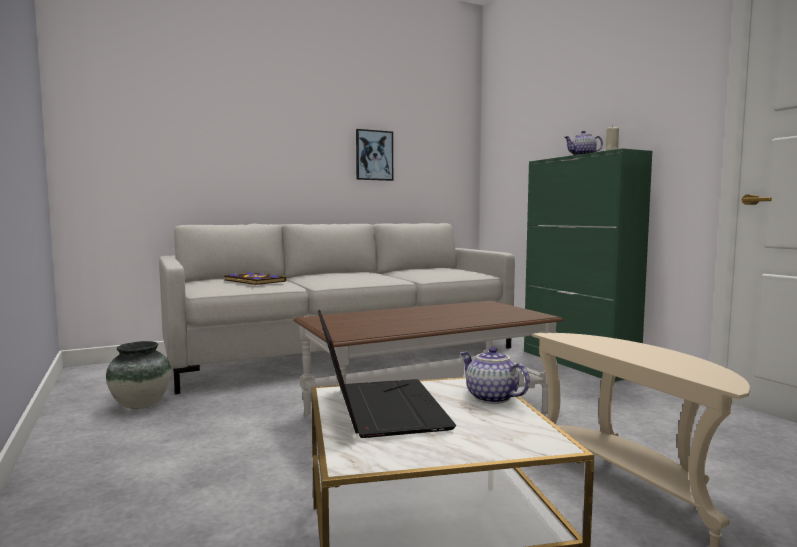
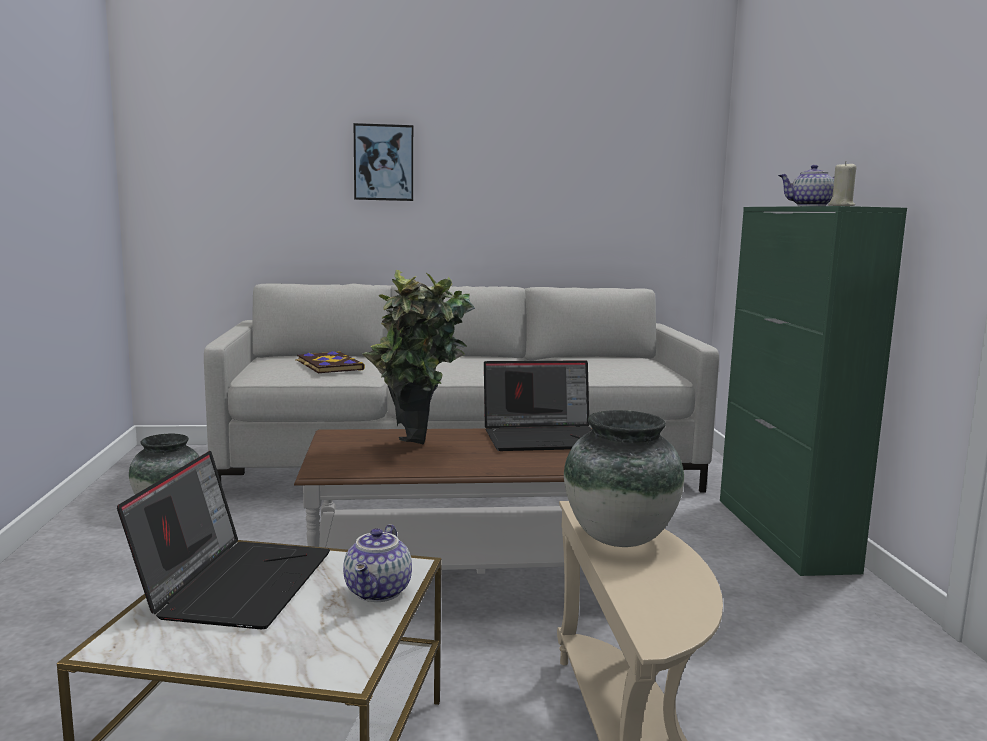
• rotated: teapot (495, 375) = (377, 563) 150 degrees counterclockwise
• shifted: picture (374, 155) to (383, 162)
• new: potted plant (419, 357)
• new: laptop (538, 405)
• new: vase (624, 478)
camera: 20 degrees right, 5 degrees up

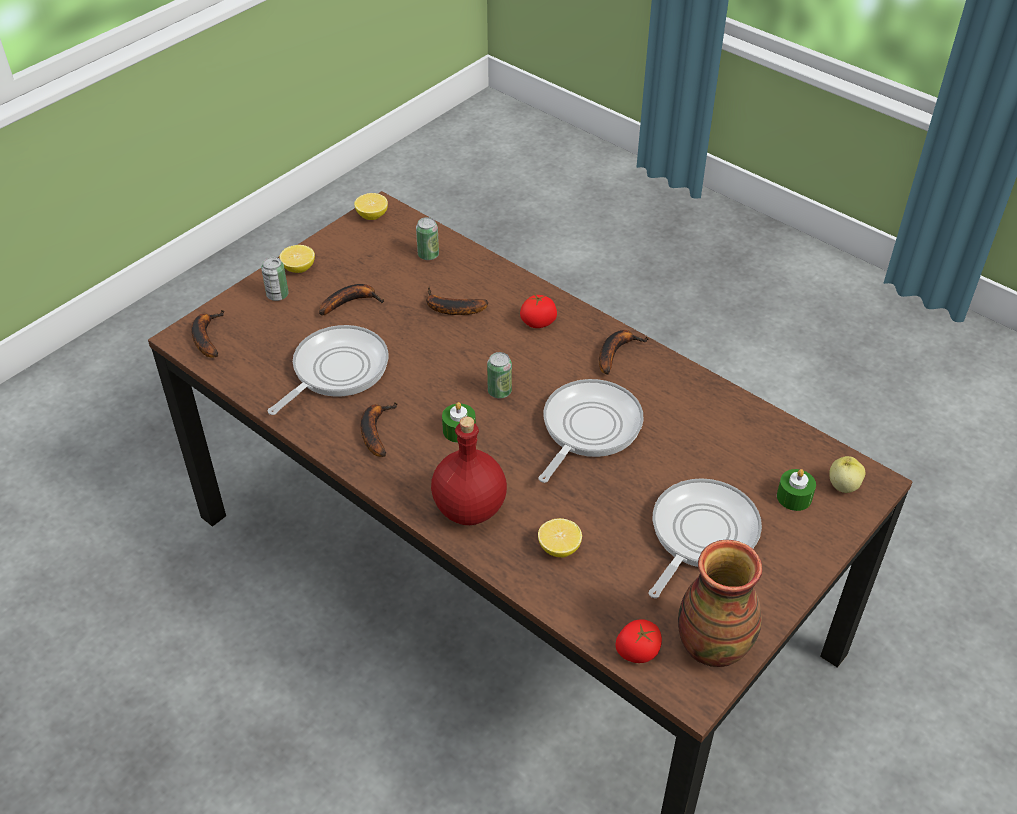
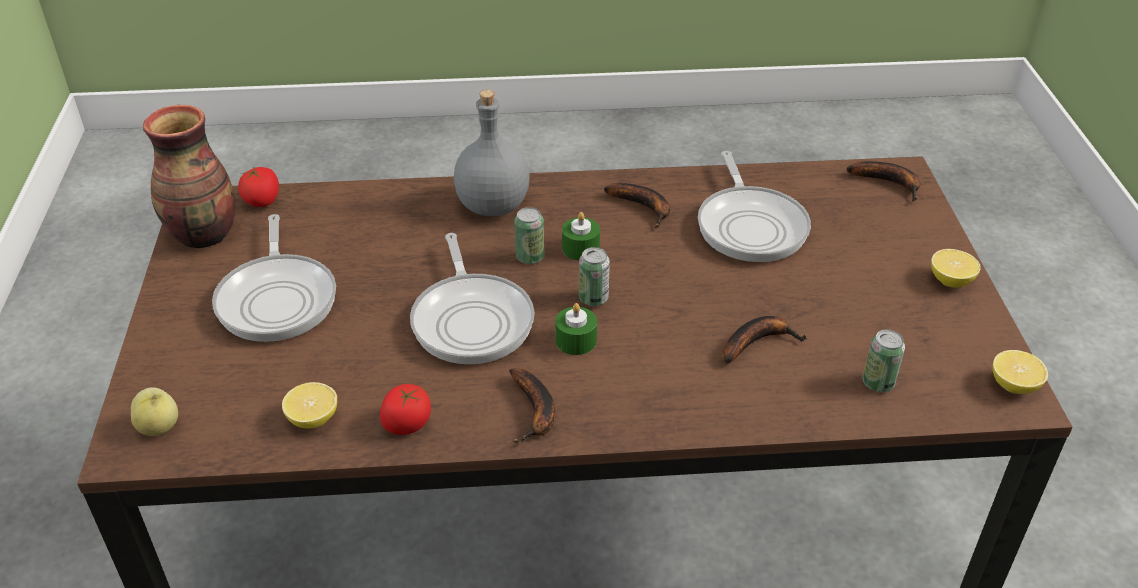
• shifted: lemon (560, 538) to (309, 405)
• shifted: tomato (538, 310) to (405, 409)
• repainted: red bottle (469, 471) to grey bottle (491, 153)
• shifted: can (275, 279) to (529, 235)
• shifted: green candle (796, 490) to (576, 329)
• gone: banana (351, 300)
camera: 135 degrees right, 5 degrees down

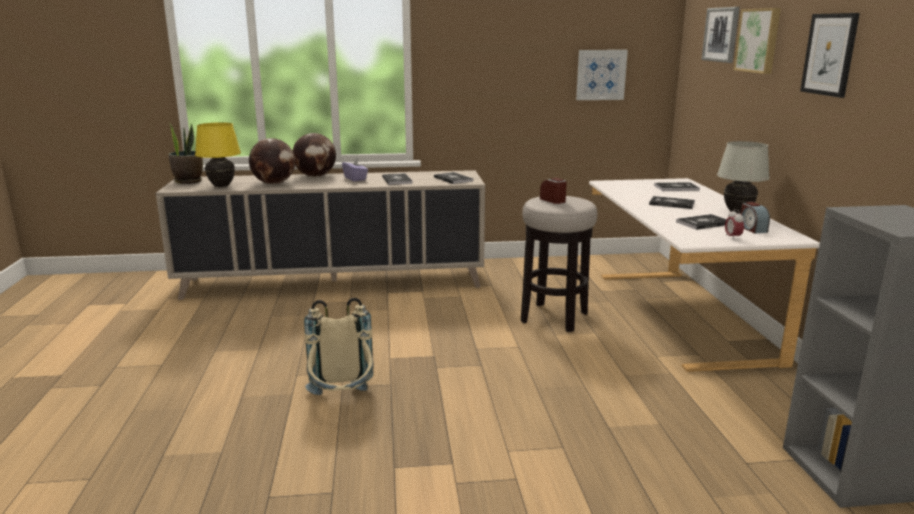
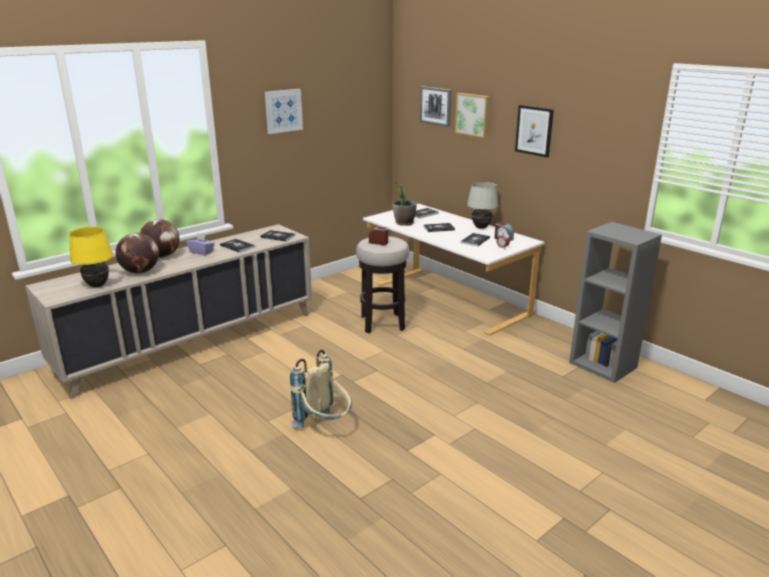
• shifted: picture (602, 75) to (284, 111)
• shifted: potted plant (186, 153) to (405, 203)
camera: 35 degrees left, 5 degrees up

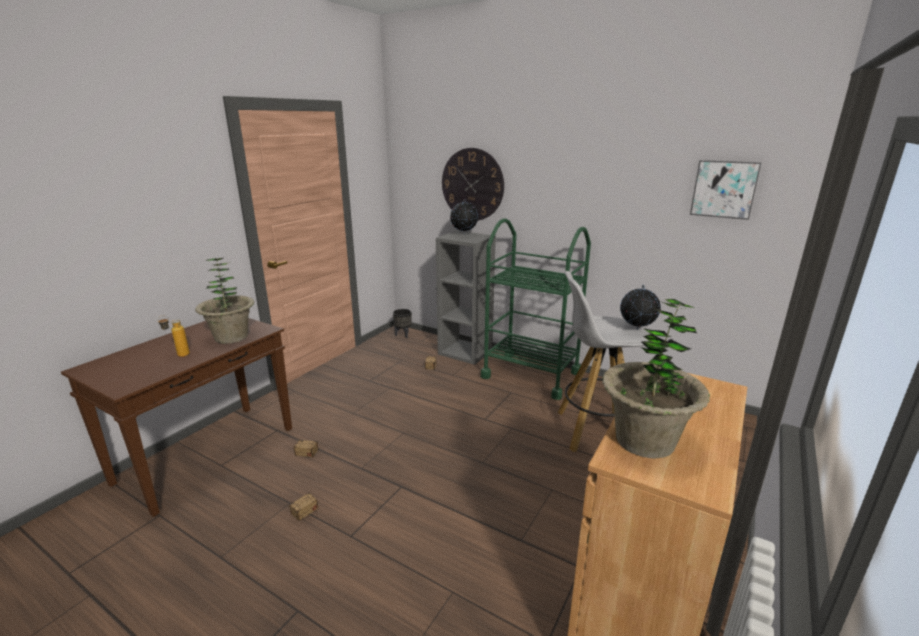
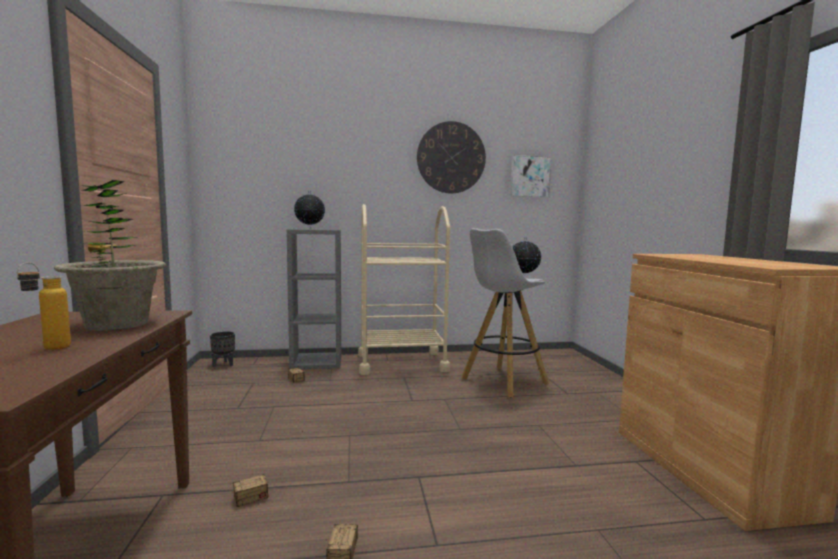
• repainted: green cart (536, 309) to beige cart (404, 289)
• shifted: wall clock (473, 184) to (451, 157)
• gone: potted plant (656, 379)
camera: 40 degrees left, 15 degrees down

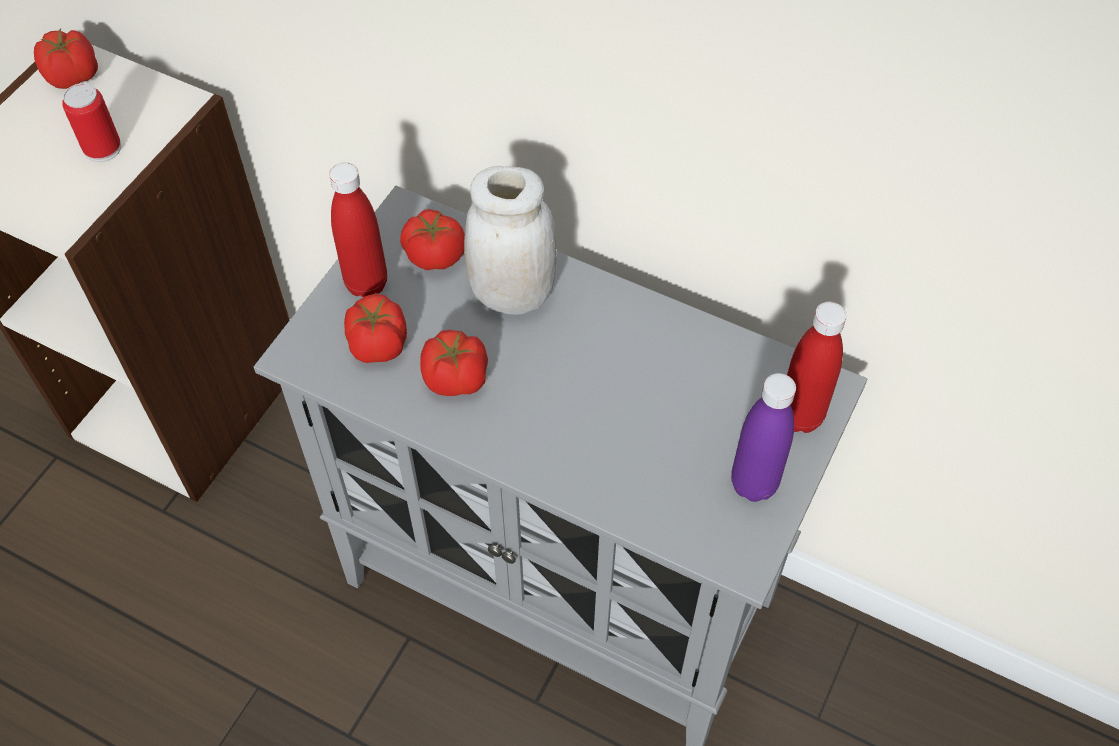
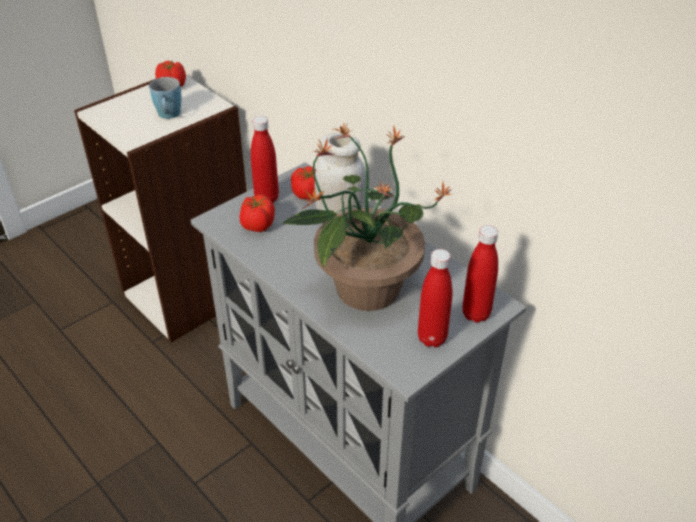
• swapped: can (91, 122) to blue mug (165, 98)
• new: potted plant (367, 216)
• repainted: purple bottle (763, 437) to red bottle (435, 298)
• gone: tomato (454, 363)
camera: 20 degrees right, 15 degrees down

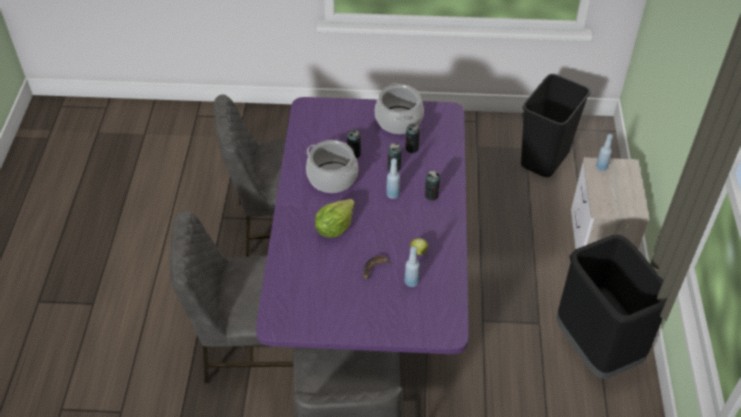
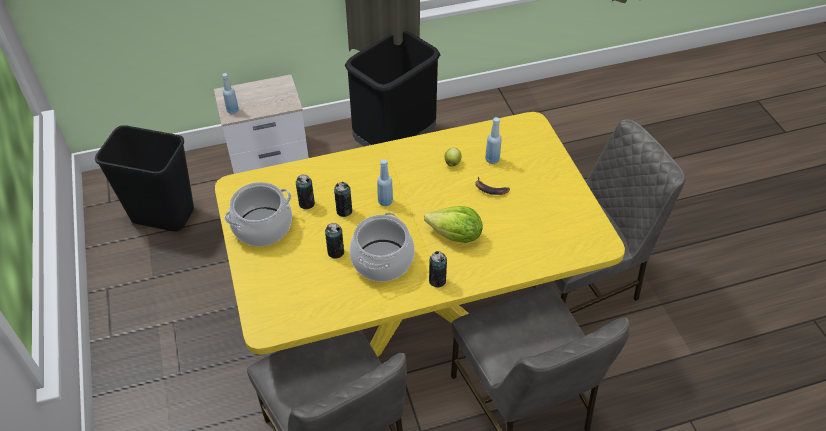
• repainted: purple dining table (362, 225) to yellow dining table (420, 234)
• shifted: can (432, 185) to (438, 269)
camera: 110 degrees left, 0 degrees up

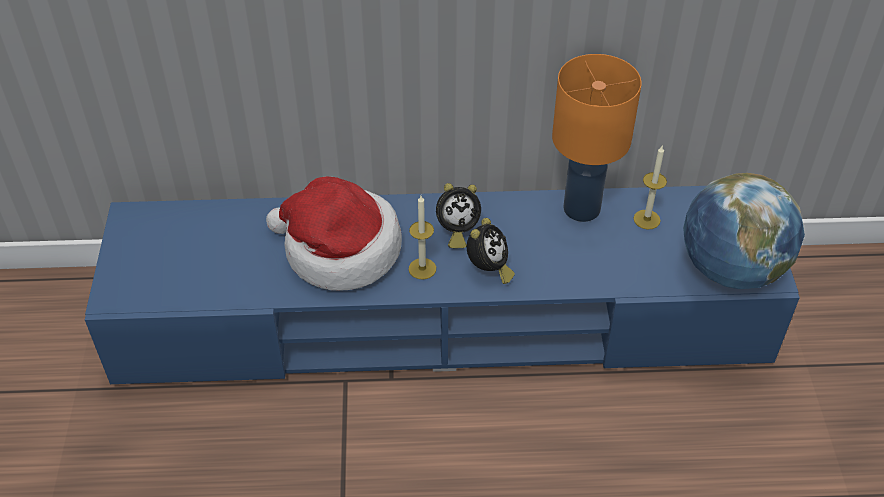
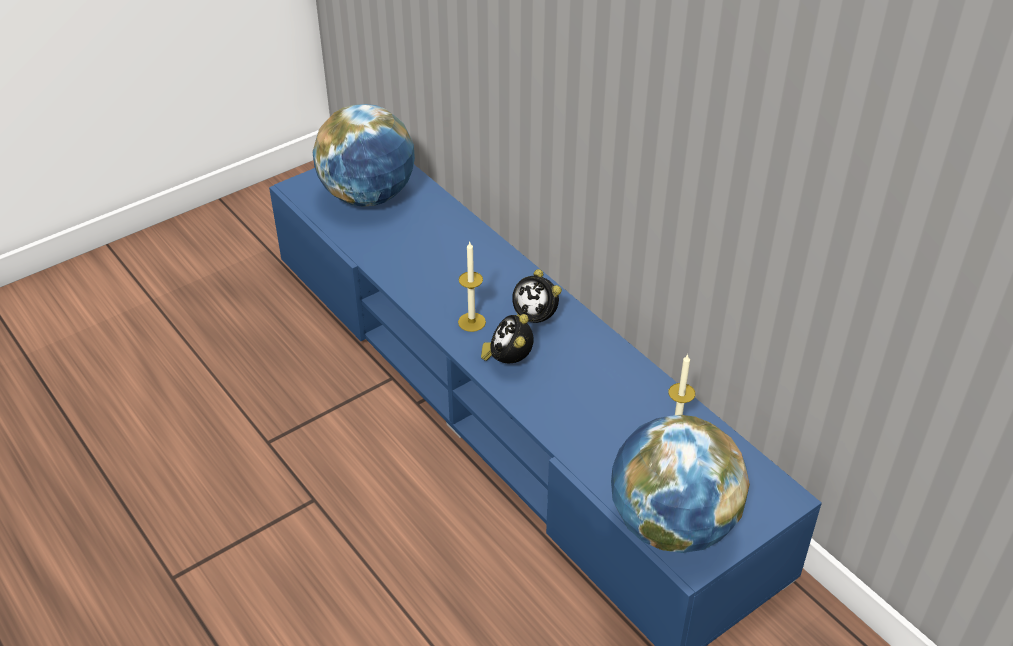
• new: globe (363, 155)
• rotated: alarm clock (491, 251) = (507, 338) 105 degrees clockwise
• gone: hat (334, 233)
• gone: orange table lamp (597, 138)
camera: 55 degrees right, 5 degrees down

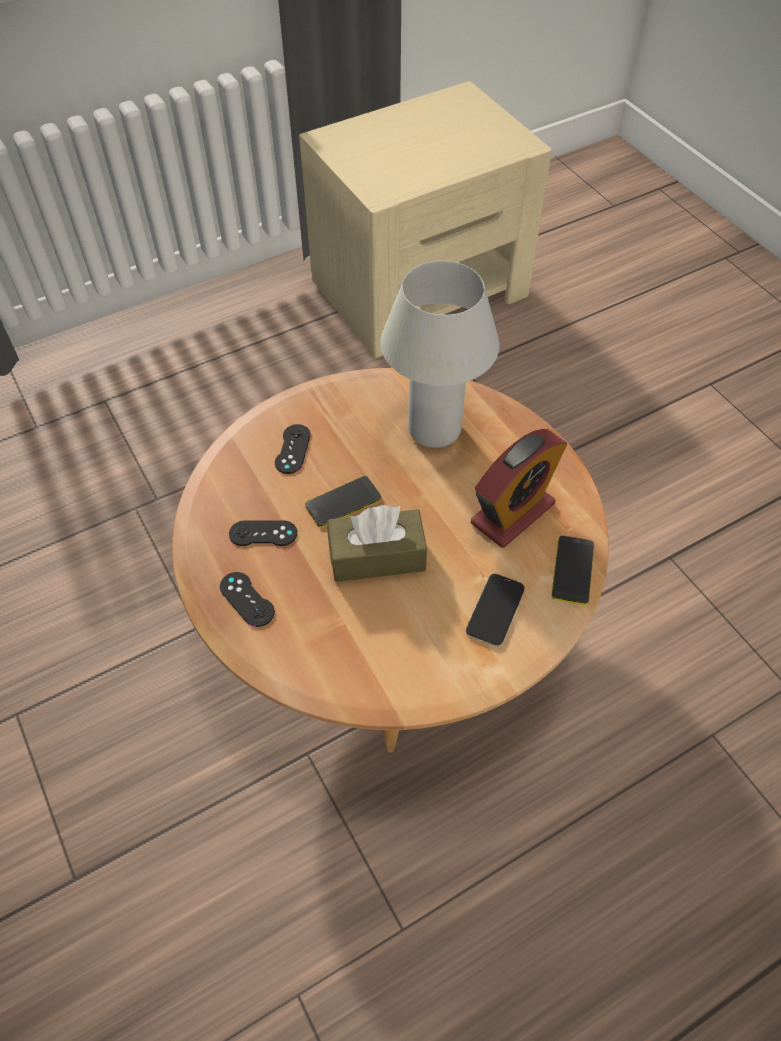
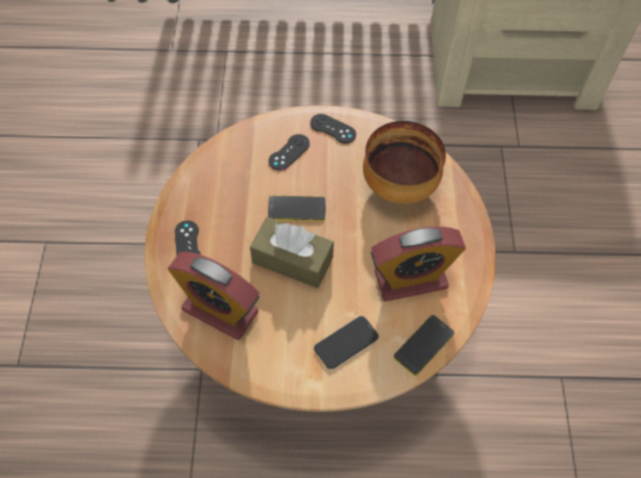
• new: alarm clock (214, 296)
• shifted: black game controller (263, 533) to (333, 128)
• swapped: white table lamp (440, 354) to bowl (404, 162)
camera: 30 degrees right, 5 degrees up

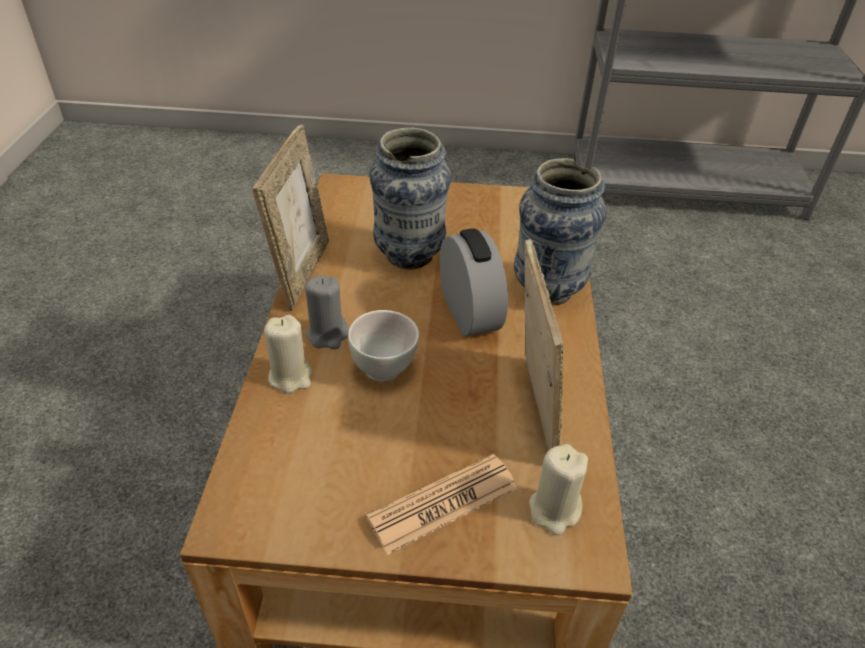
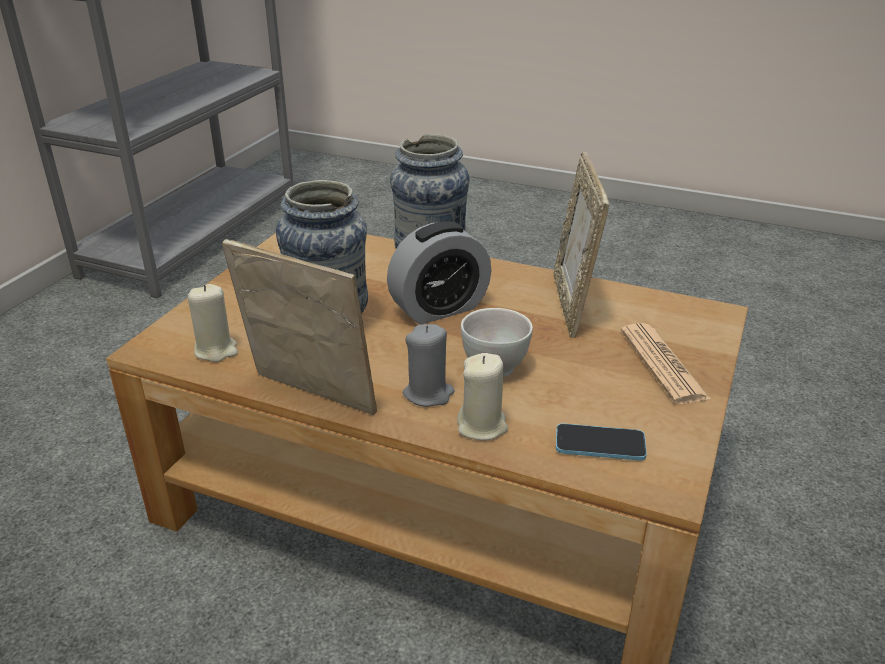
• shifted: beige candle (558, 490) to (213, 323)
• rotated: alarm clock (474, 283) = (439, 273) 150 degrees clockwise
• rotated: picture frame (544, 344) = (581, 245) 105 degrees counterclockwise
• new: phone (601, 441)
camera: 70 degrees left, 10 degrees down

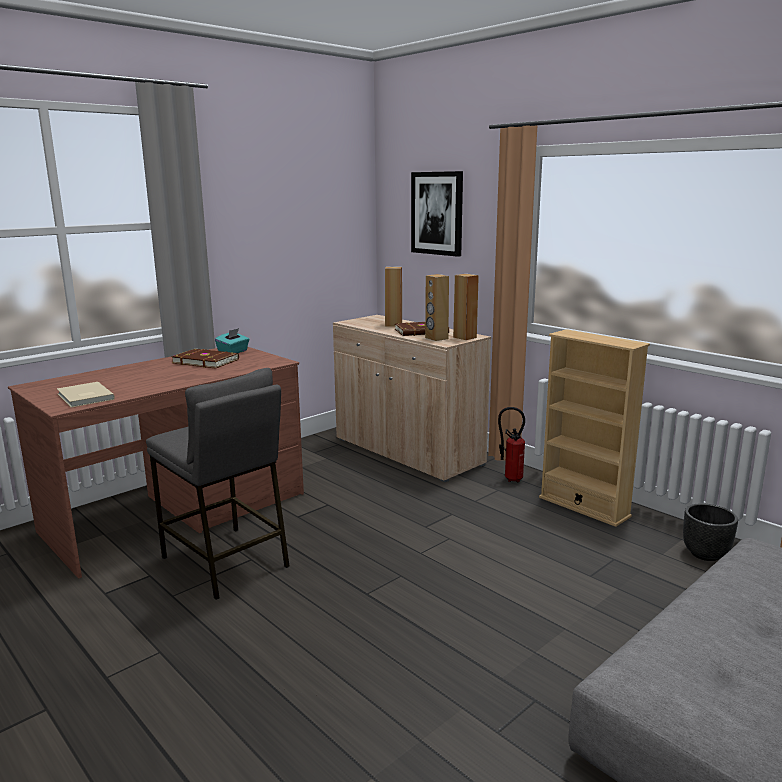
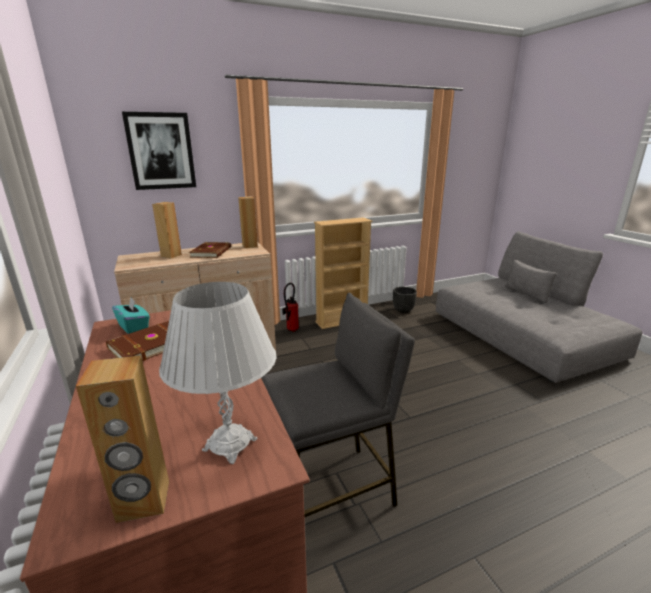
• shifted: brown speaker (437, 307) to (122, 439)
• swapped: beige book (86, 394) to white table lamp (218, 373)
camera: 70 degrees left, 5 degrees up

